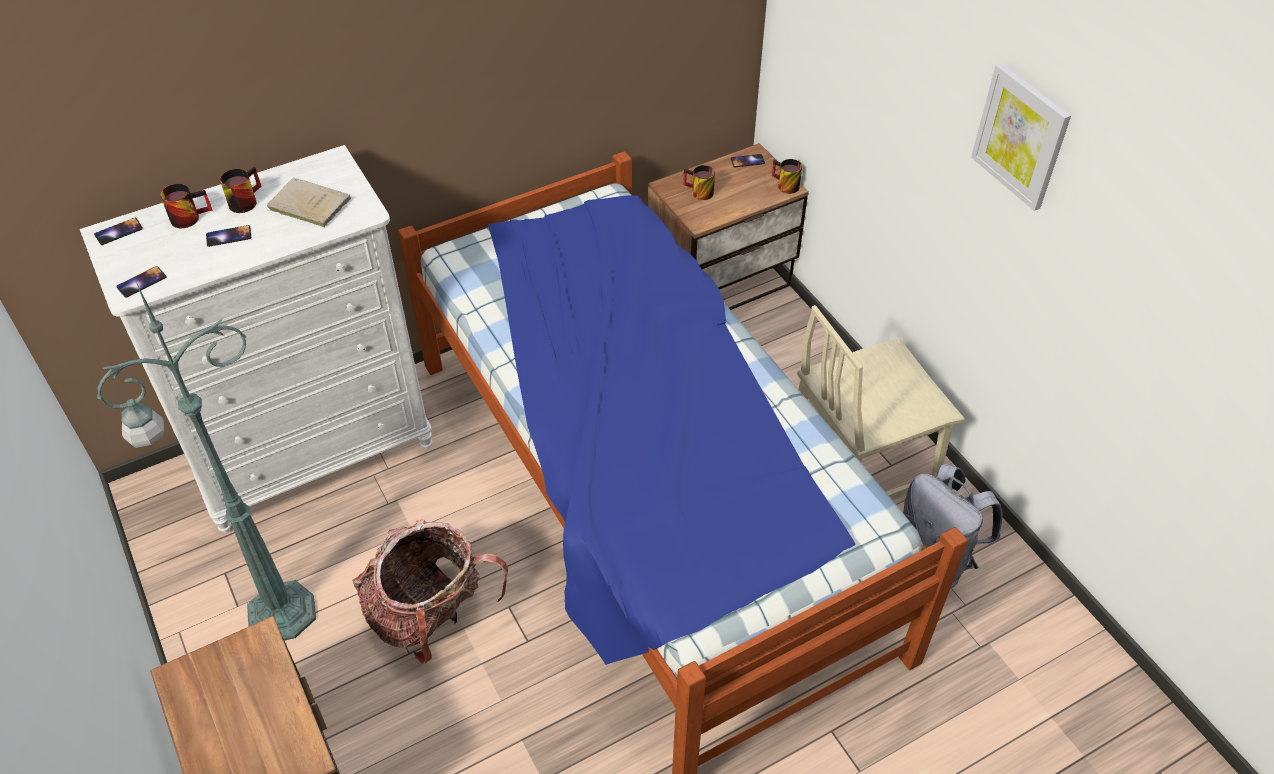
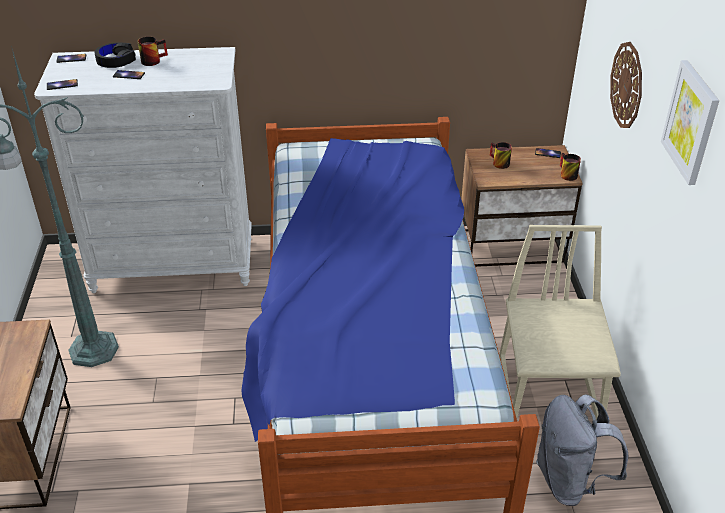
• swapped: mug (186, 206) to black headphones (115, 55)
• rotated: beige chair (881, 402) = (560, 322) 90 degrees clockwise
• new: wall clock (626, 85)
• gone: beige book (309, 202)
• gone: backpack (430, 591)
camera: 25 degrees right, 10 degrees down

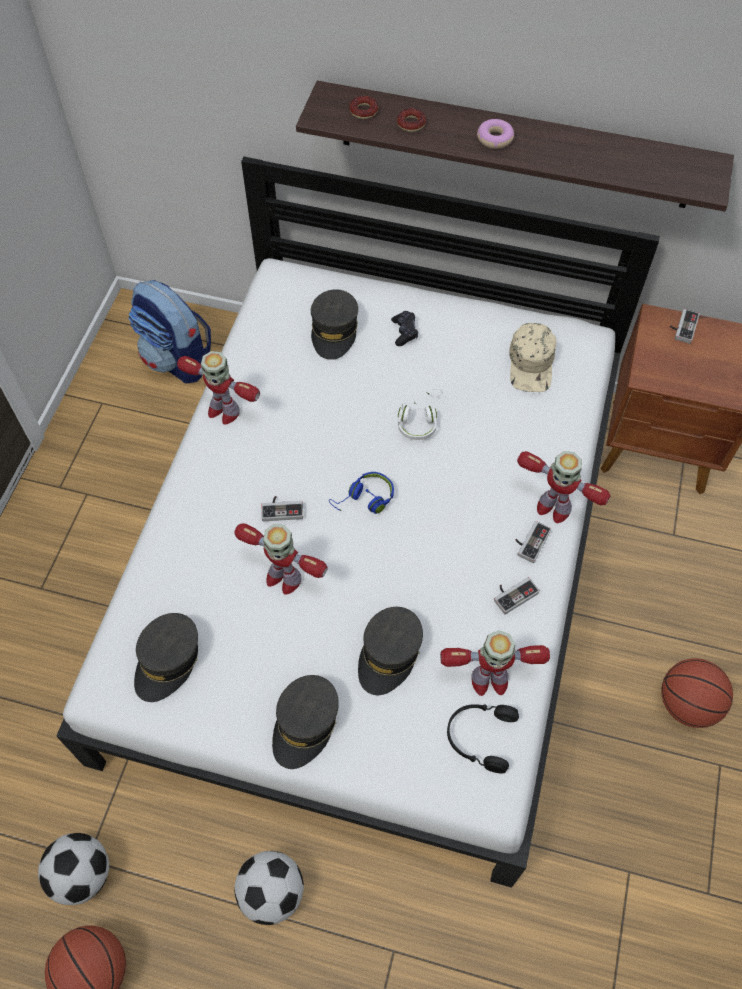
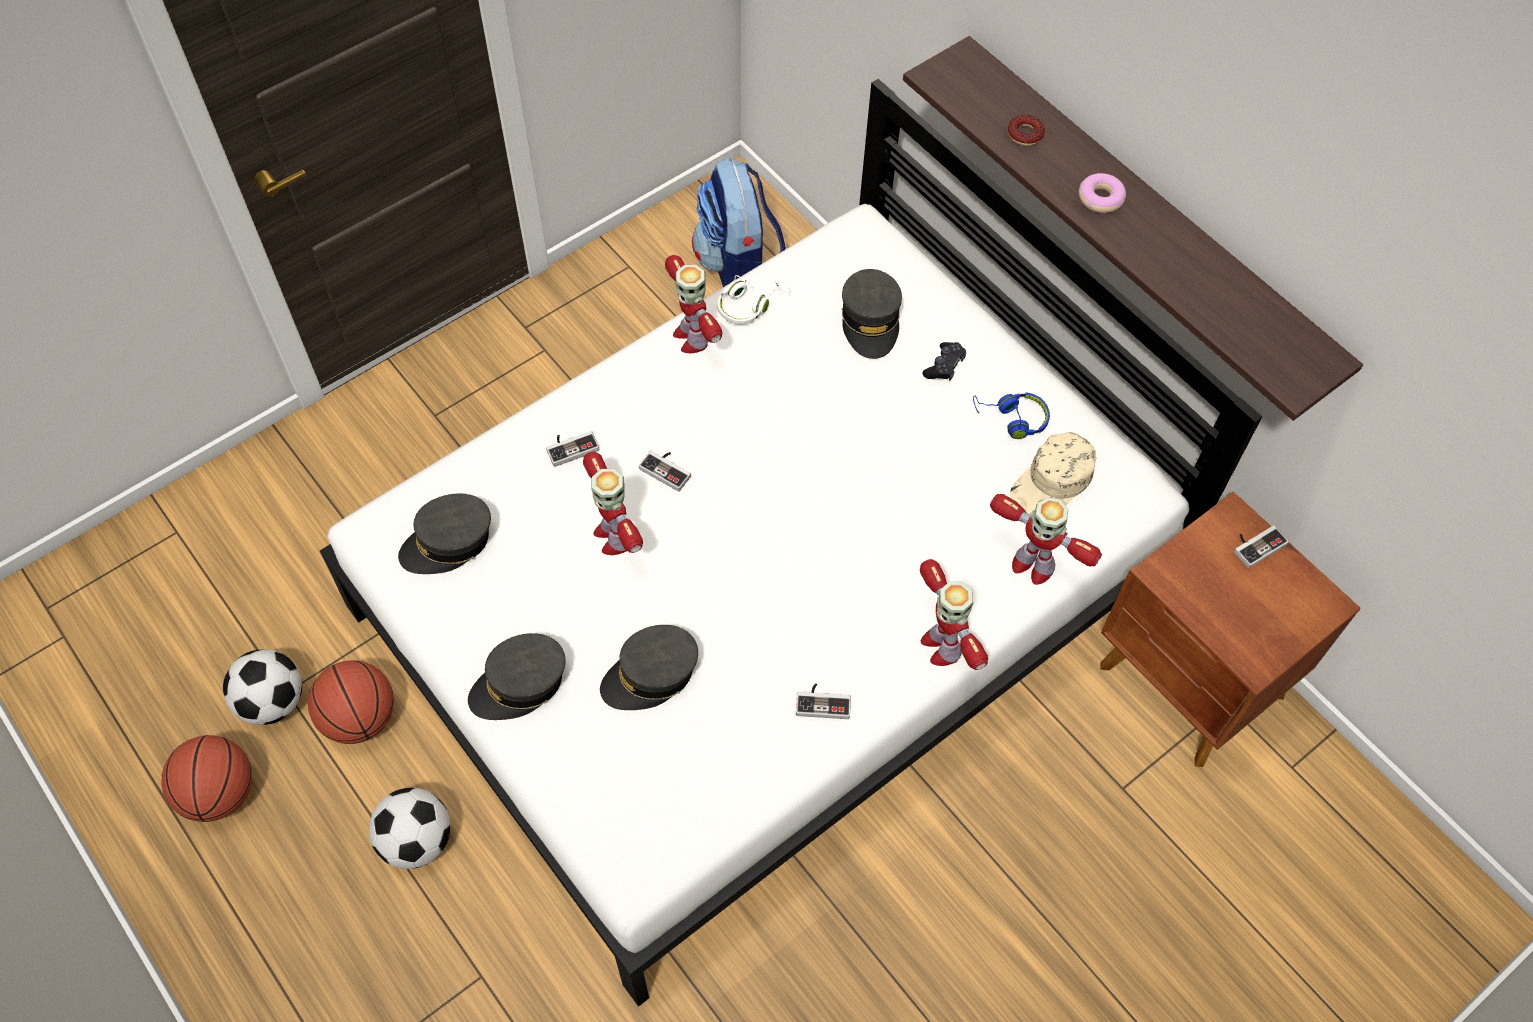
• shifted: basketball (697, 693) to (351, 702)
• shifted: game controller (533, 542) to (572, 449)
• shifted: white headphones (420, 414) to (754, 300)
• rotated: grey cap (334, 324) = (872, 314) 45 degrees counterclockwise
• shifted: blue headphones (361, 493) to (1011, 415)
• shifted: toy robot (495, 663) to (1046, 539)
• gone: donut (363, 107)
• gone: black headphones (483, 739)
camera: 35 degrees right, 0 degrees up

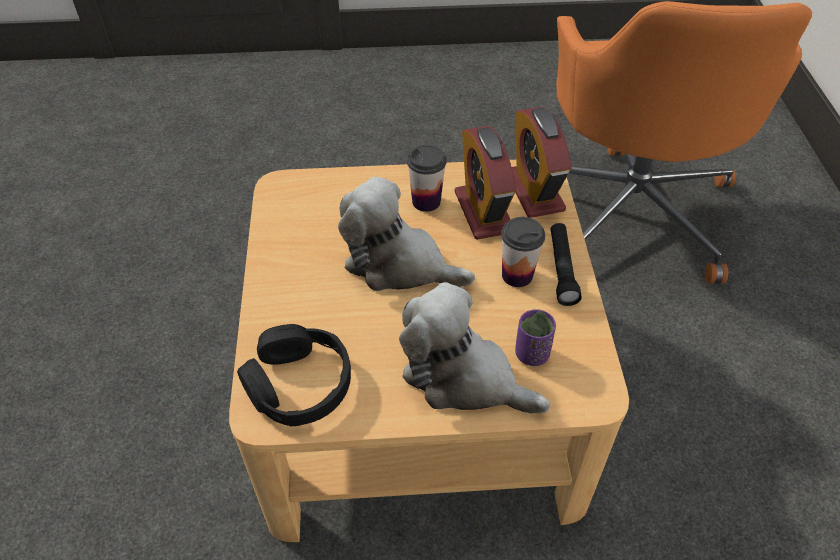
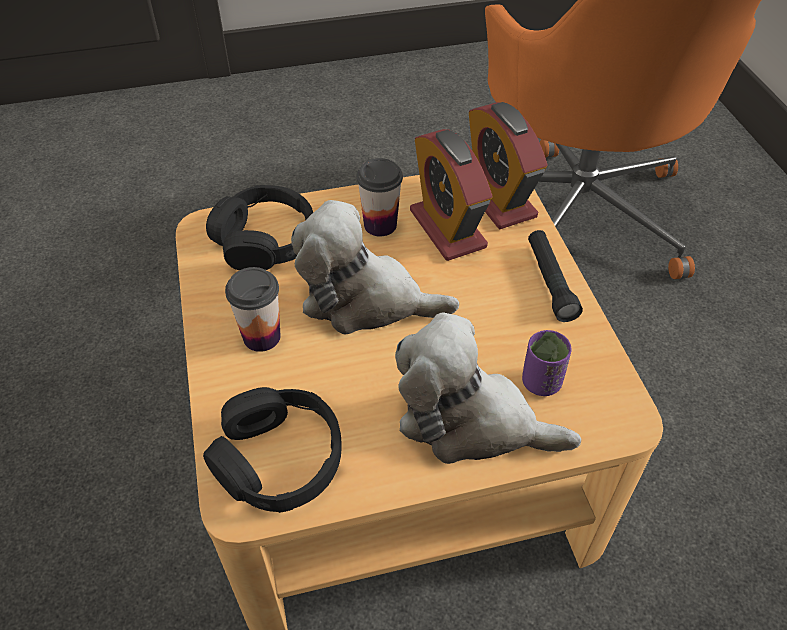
• new: black headphones (259, 227)
• shifted: cup (523, 252) to (253, 309)
camera: 10 degrees left, 0 degrees up

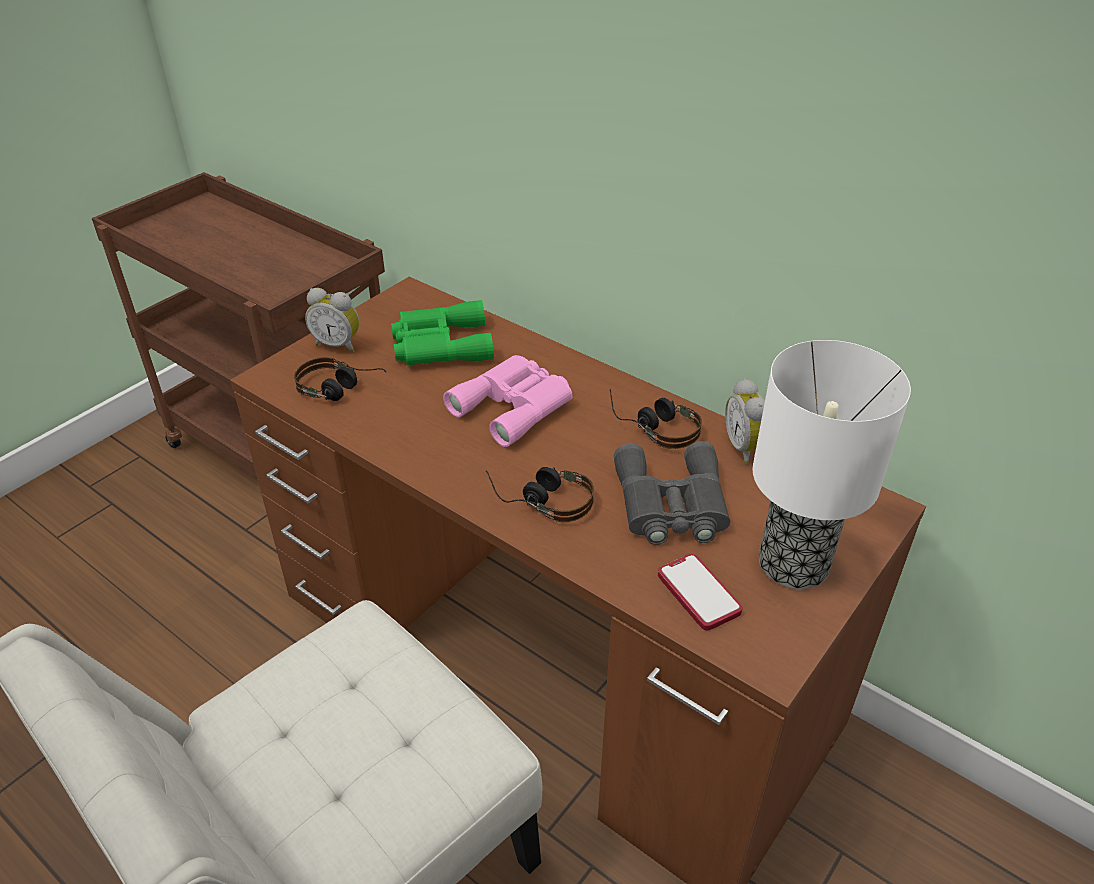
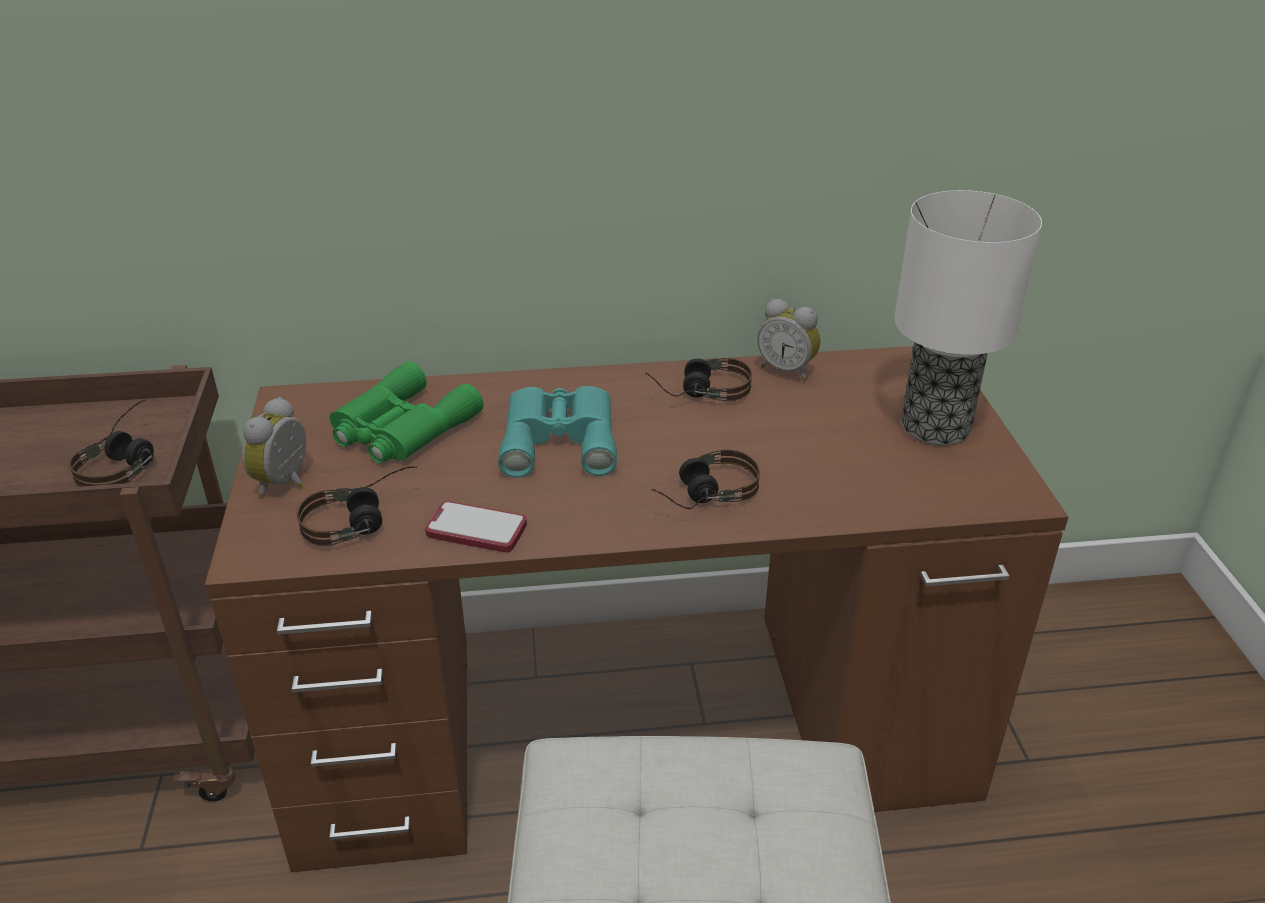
• new: headphones (111, 442)
• rotated: alarm clock (332, 320) = (273, 447) 135 degrees clockwise
• shifted: phone (700, 592) to (476, 527)
• repainted: pink binoculars (508, 401) to turquoise binoculars (557, 432)
• gone: grey binoculars (672, 493)
camera: 45 degrees left, 5 degrees down

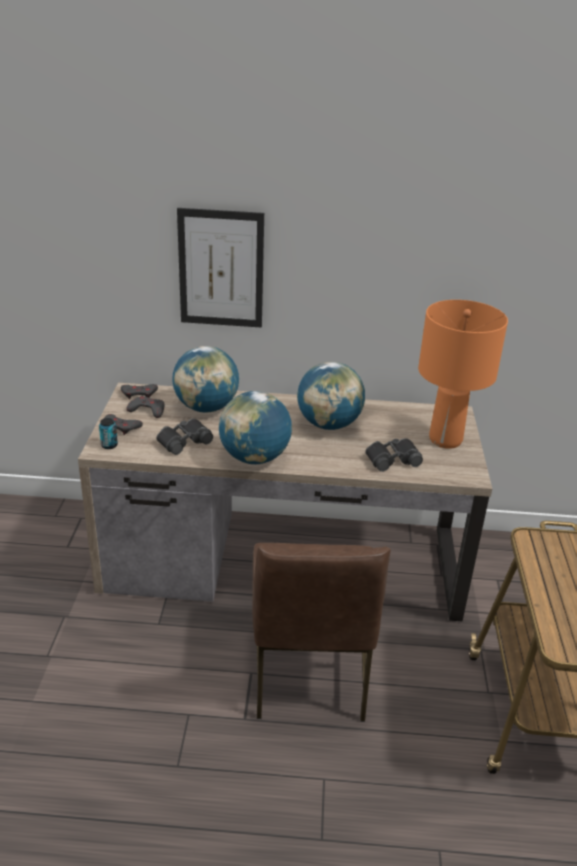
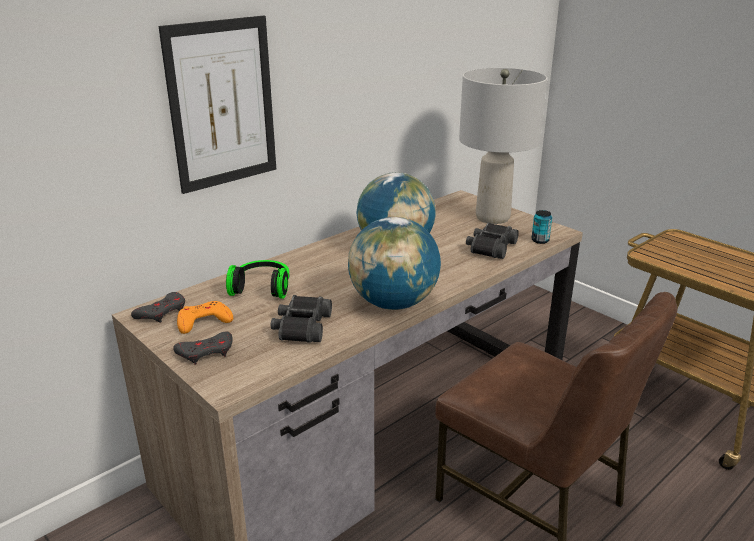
• repainted: grey game controller (145, 407) to orange game controller (205, 317)
• swapped: globe (205, 379) to headphones (258, 279)
• repainted: orange table lamp (463, 374) to grey table lamp (503, 146)
• shifted: can (108, 433) to (541, 227)
camera: 45 degrees left, 5 degrees down

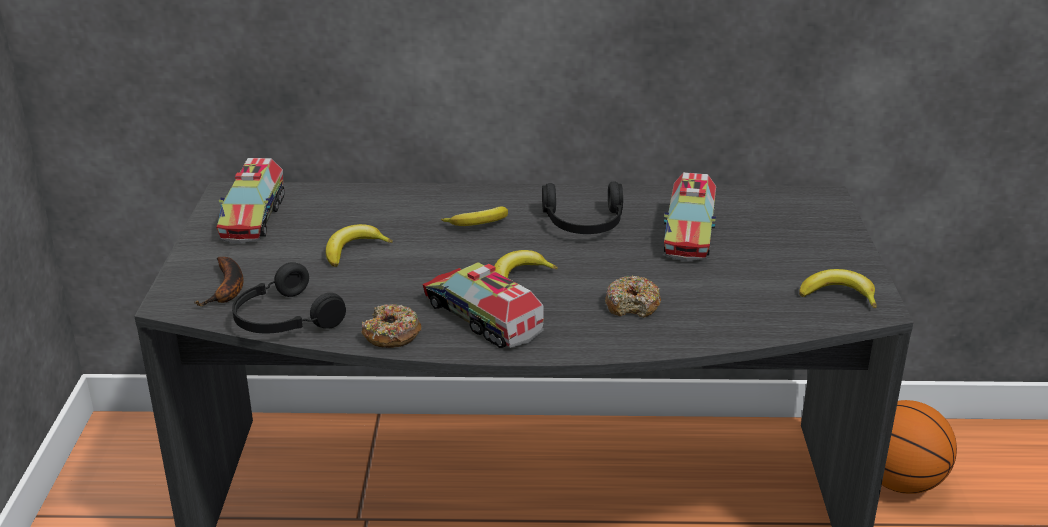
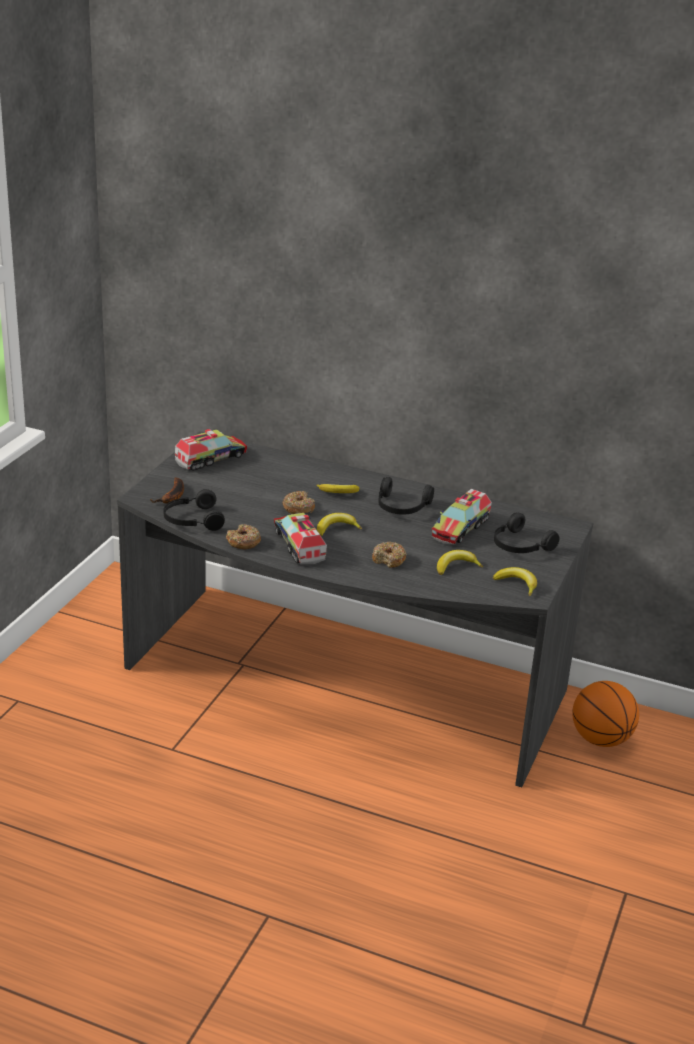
• rotated: toy truck (250, 200) = (211, 450) 150 degrees counterclockwise
• new: donut (298, 502)
• shifted: banana (359, 245) to (460, 562)
• new: black headphones (527, 533)
camera: 20 degrees right, 0 degrees up

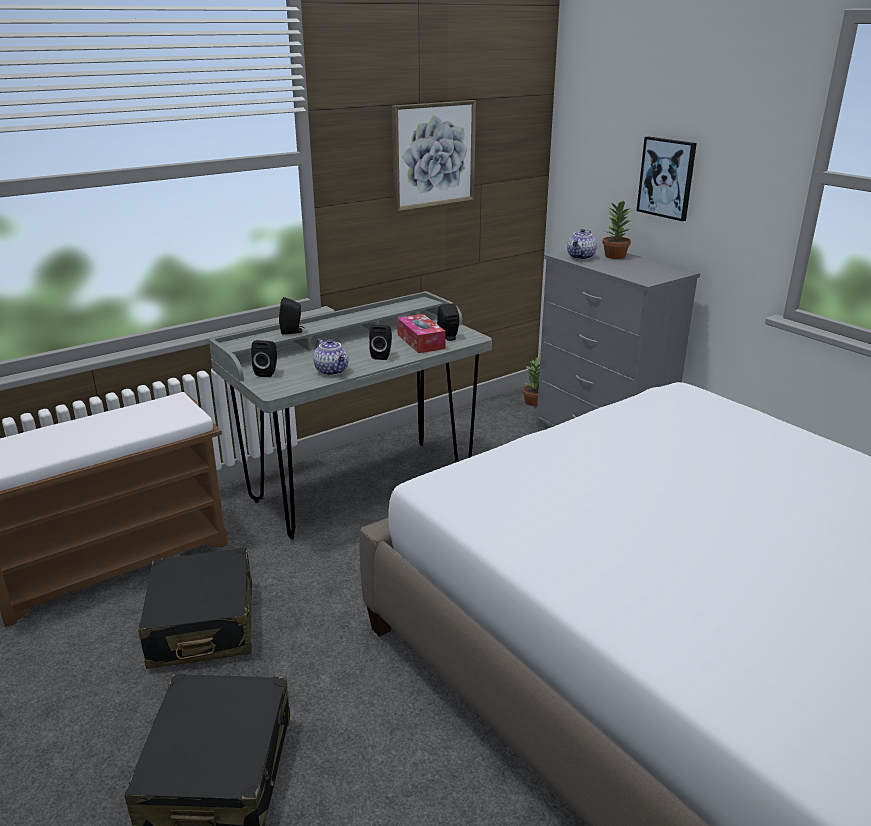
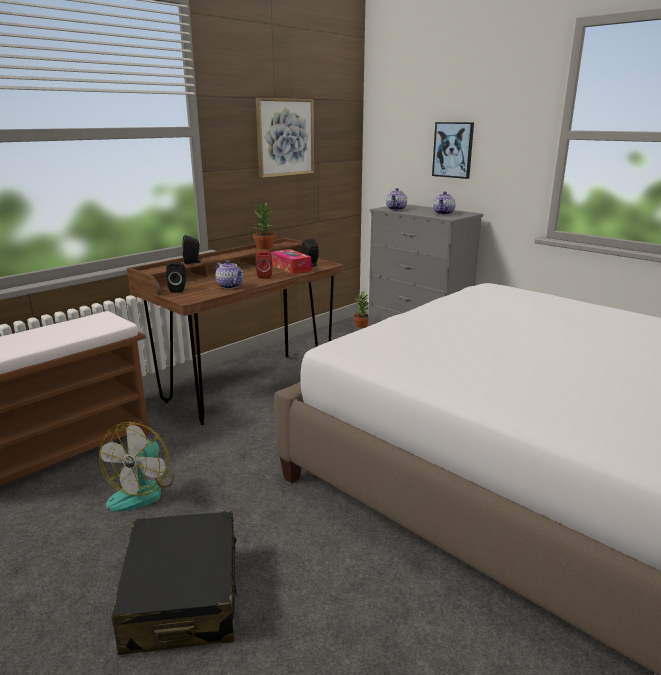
• swapped: black suitcase (195, 608) to fan (136, 467)
• repainted: grey desk (350, 415) to brown desk (235, 331)
• shifted: potted plant (616, 229) to (263, 225)
• repainted: black speaker (380, 342) to red speaker (264, 265)
• new: teapot (444, 203)
camera: 10 degrees left, 5 degrees down

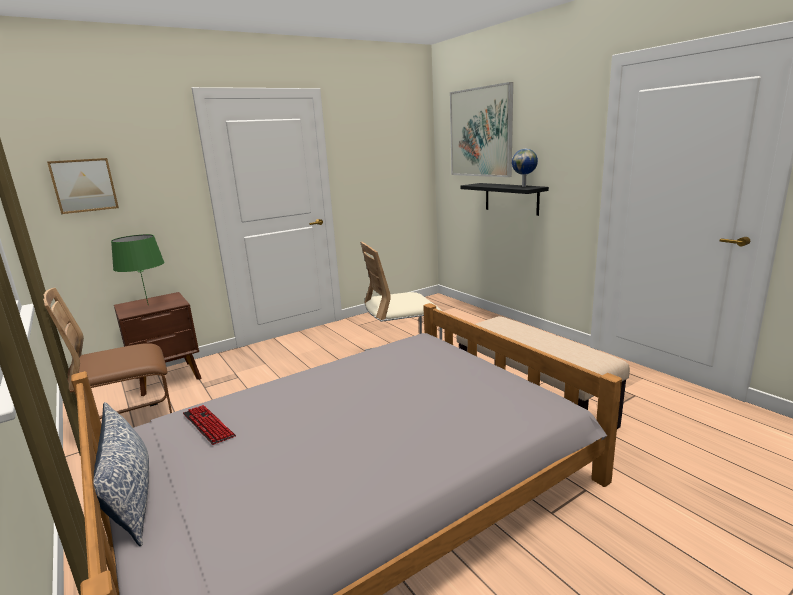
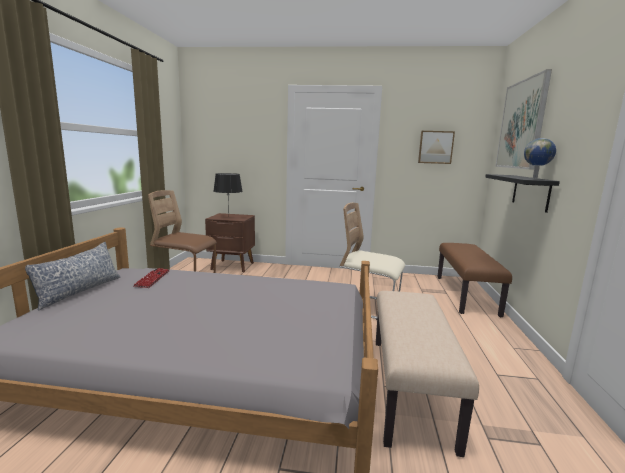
• repainted: green table lamp (137, 270) to black table lamp (228, 195)
• shifted: picture (83, 186) to (436, 147)
• new: brown bench (474, 280)
camera: 40 degrees right, 5 degrees down

